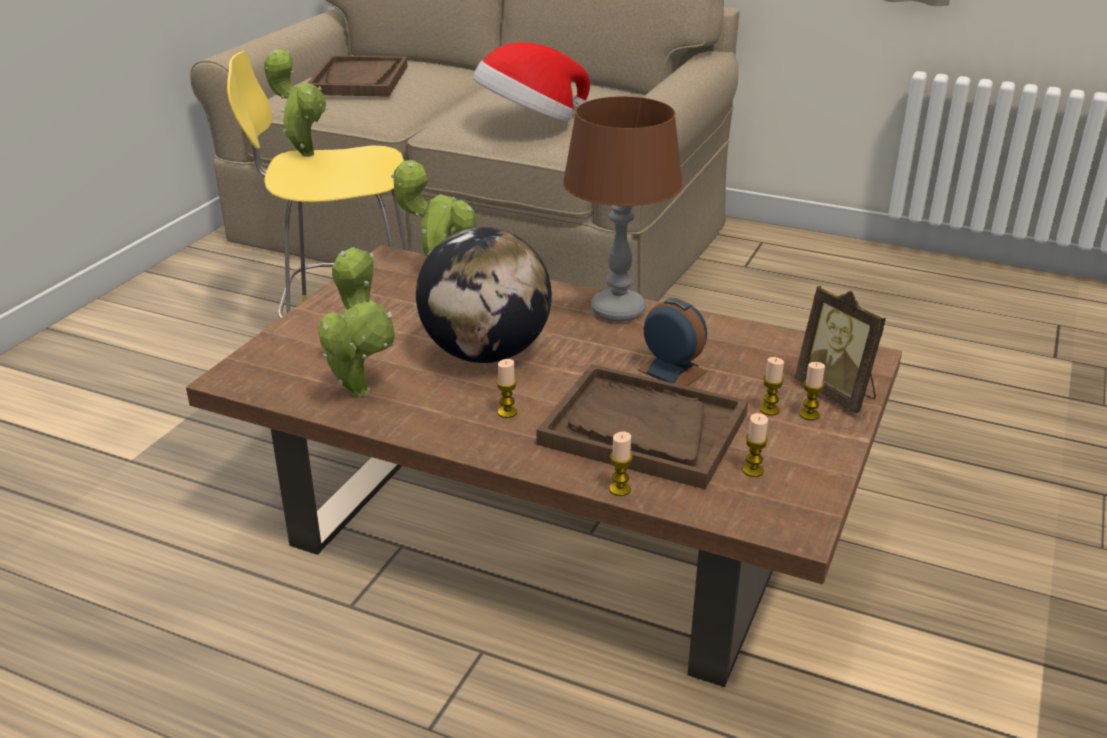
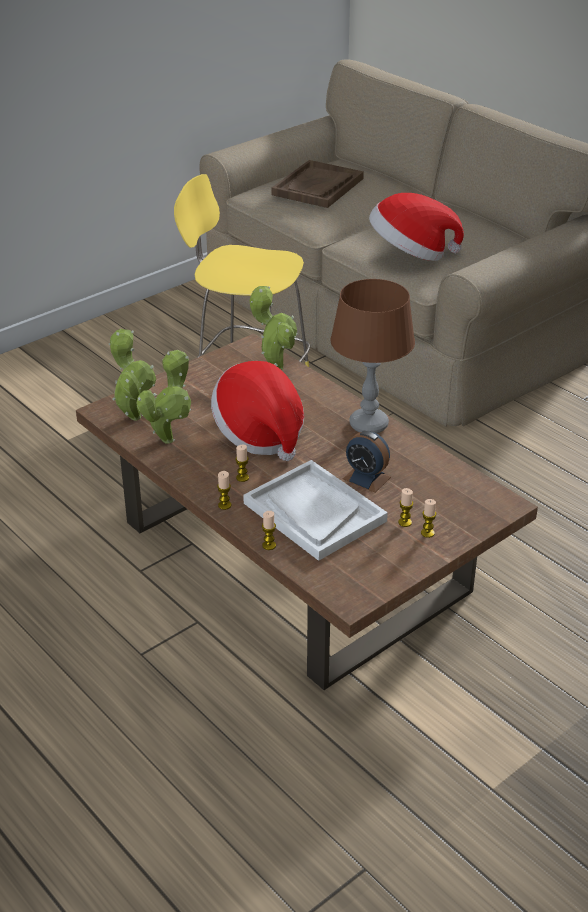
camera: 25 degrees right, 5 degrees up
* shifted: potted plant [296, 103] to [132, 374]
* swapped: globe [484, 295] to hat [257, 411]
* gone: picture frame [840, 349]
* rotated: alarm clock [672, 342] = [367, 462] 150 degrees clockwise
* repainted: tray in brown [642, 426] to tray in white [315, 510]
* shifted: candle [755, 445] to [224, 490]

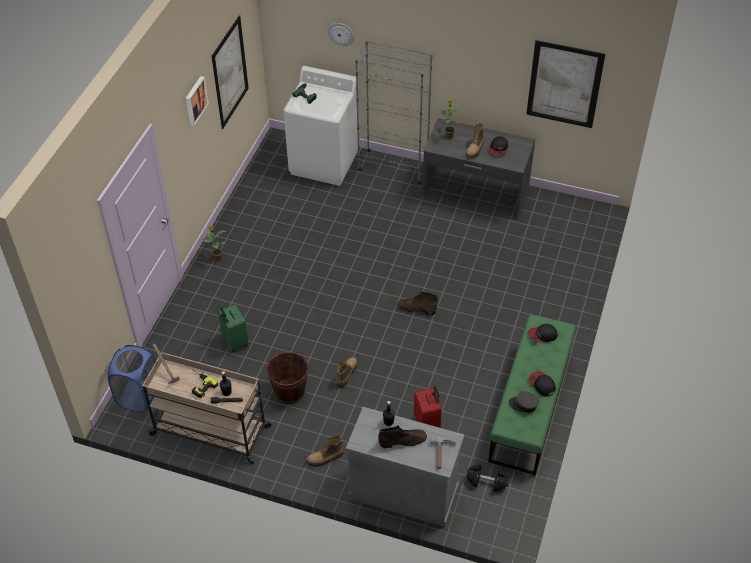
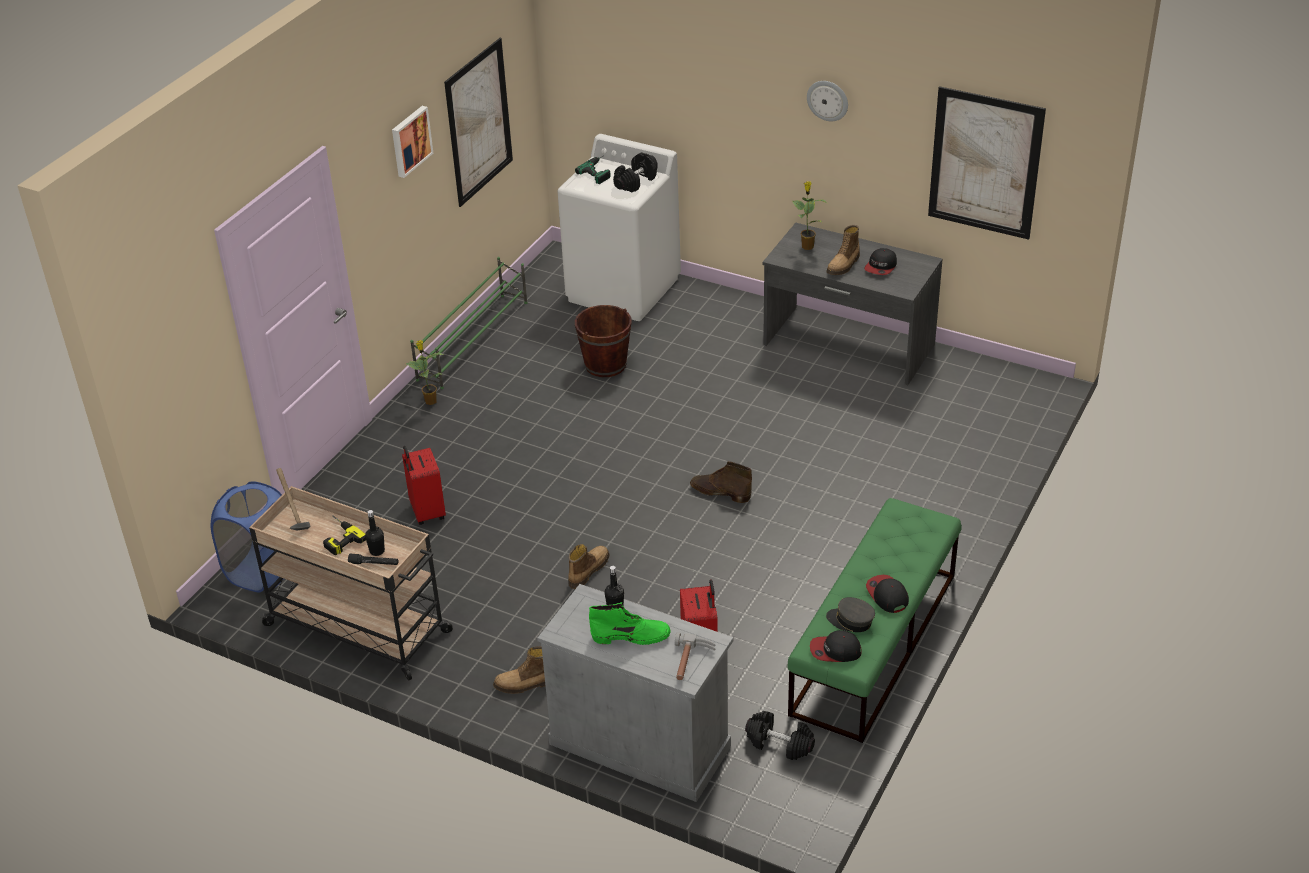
camera: 10 degrees right, 10 degrees down
* shifted: wall clock [341, 34] to [827, 101]
* gone: bookcase in grey [394, 112]
* repainted: suitcase in green [233, 328] to suitcase in red [424, 485]
* shifted: cap [543, 333] to [836, 646]
* shifted: bucket in brown [287, 378] to [603, 341]
* repainted: boot in brown [402, 436] to boot in green [630, 623]
* new: dumbbell in black [635, 172]
* new: shoe rack in green [469, 323]

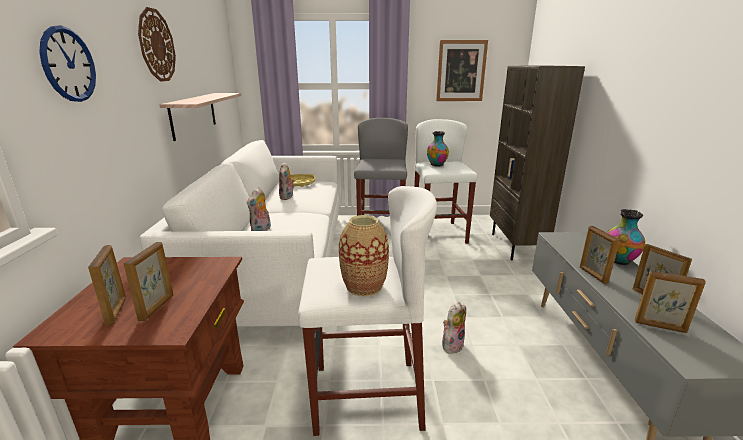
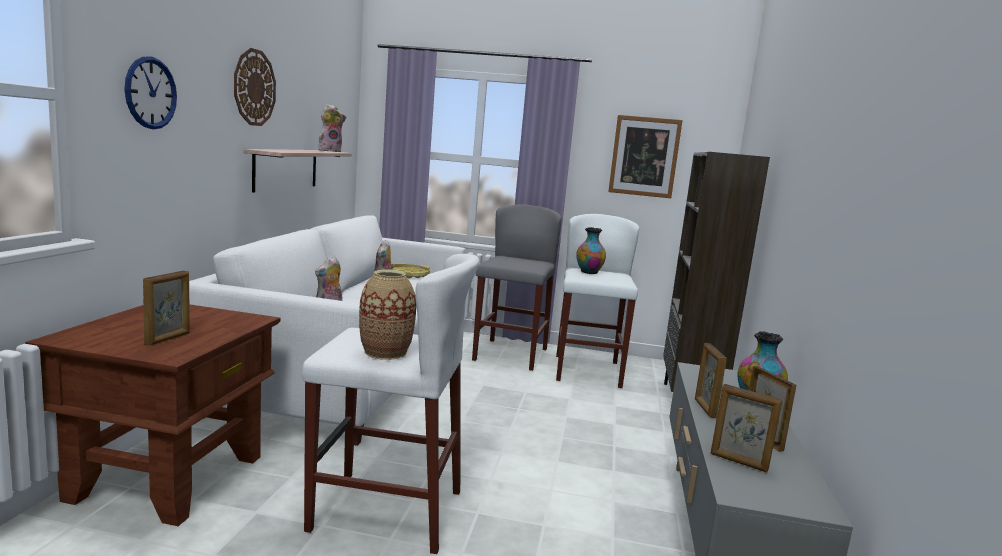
camera: 10 degrees right, 10 degrees down
* gone: picture frame [107, 285]
* shifted: plush toy [454, 328] to [332, 128]

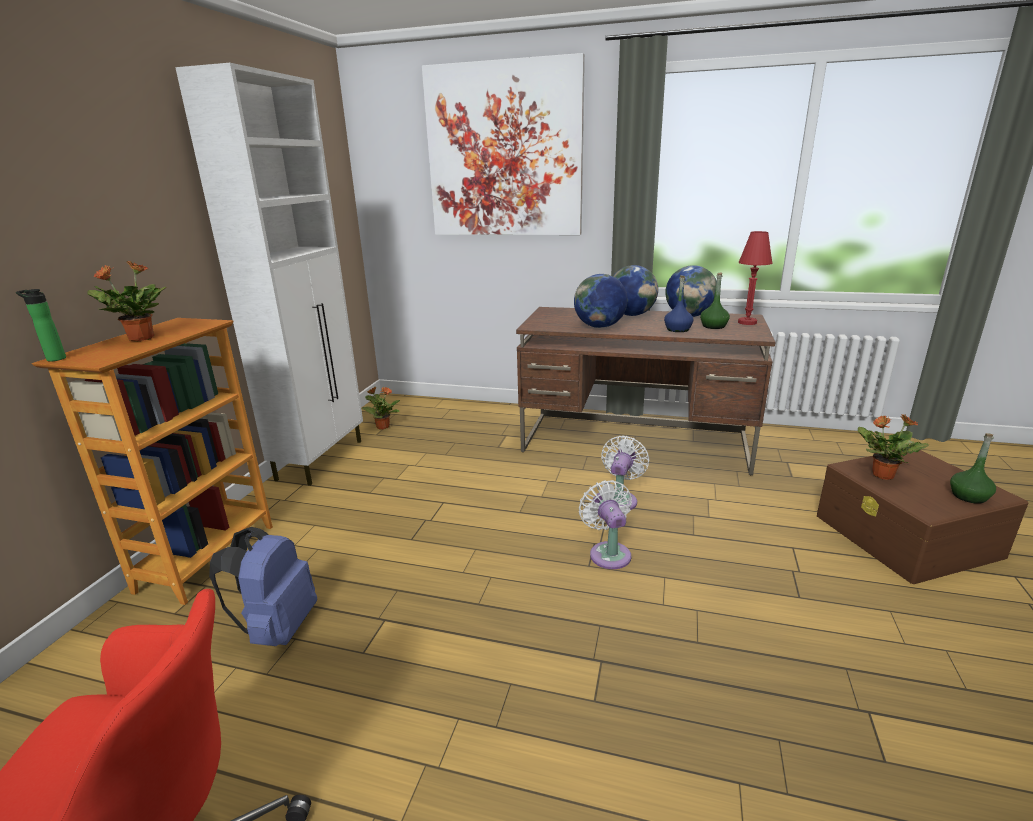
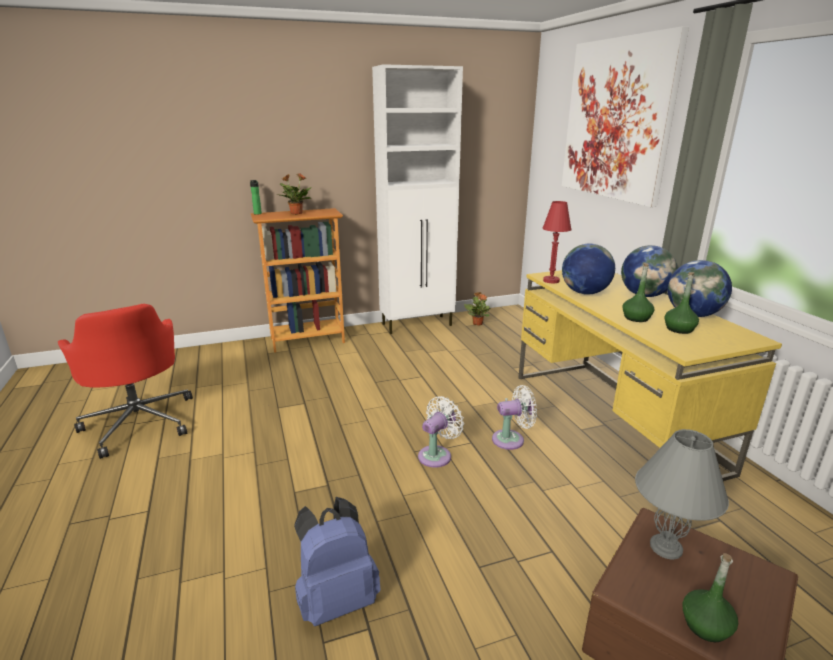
camera: 55 degrees right, 0 degrees up
* shifted: table lamp in red [755, 278] to [556, 242]
* repainted: bottle in blue [679, 303] to bottle in green [638, 292]
* repainted: desk in brown [646, 391] to desk in yellow [650, 375]
* swapped: potted plant [893, 447] to table lamp in grey [682, 494]
* shifted: backpack in blue [263, 586] to [337, 561]

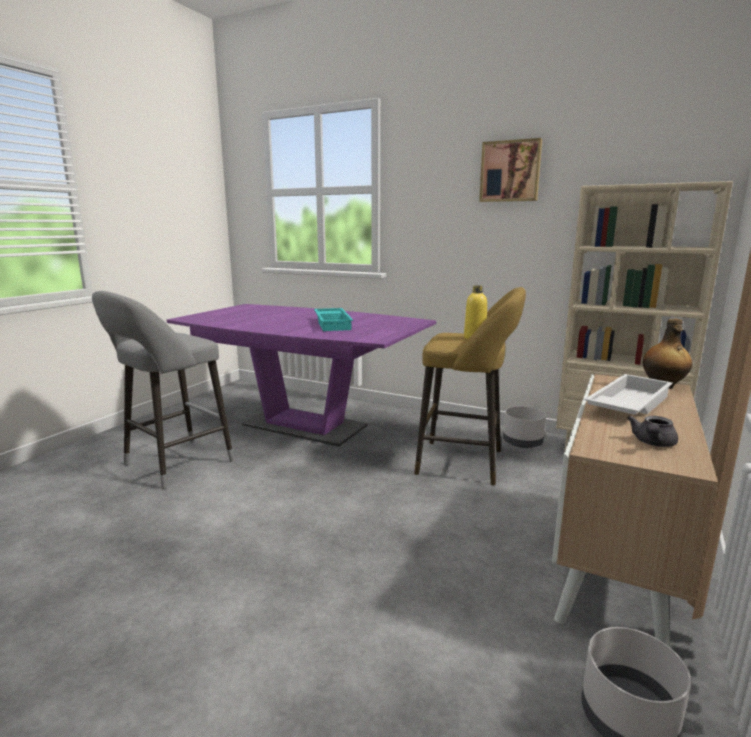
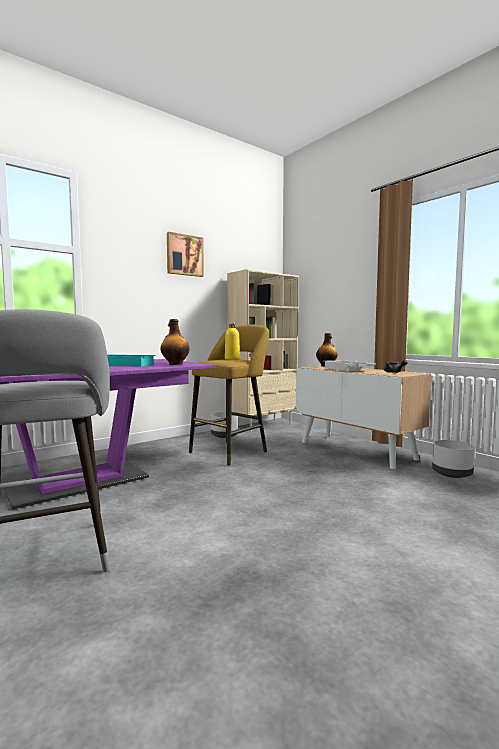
camera: 65 degrees left, 10 degrees down
* new: bottle [175, 342]

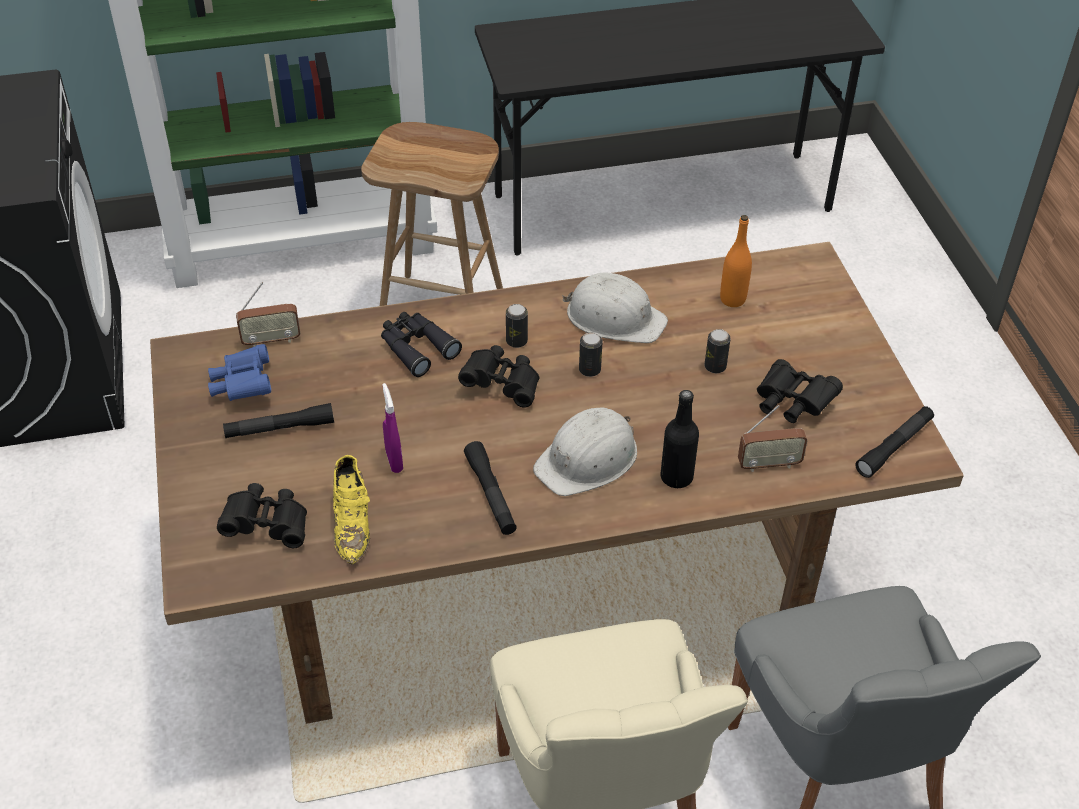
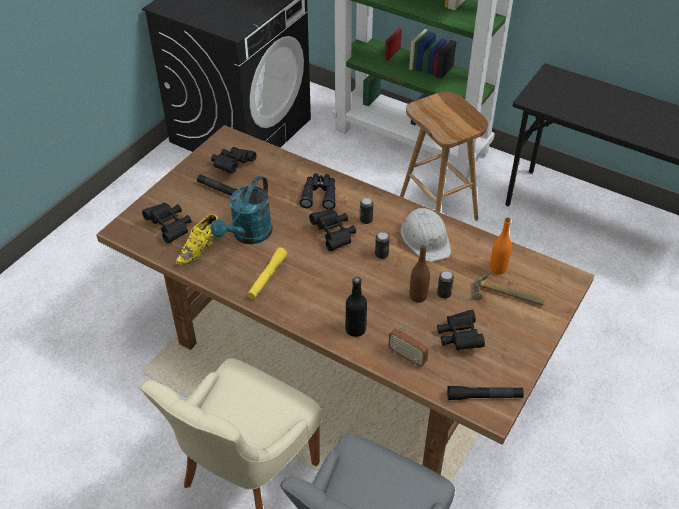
camera: 45 degrees right, 0 degrees up
* gone: radio [268, 314]
* repainted: binoculars in blue [239, 372] to binoculars in black [233, 160]
* swapped: spray bottle in purple [392, 428] to watering can in turquoise [242, 210]
* gone: hard hat in white [585, 451]
* repainted: flashlight in black [490, 488] to flashlight in yellow [267, 273]
* new: bottle in brown [420, 274]
* new: hammer [508, 288]

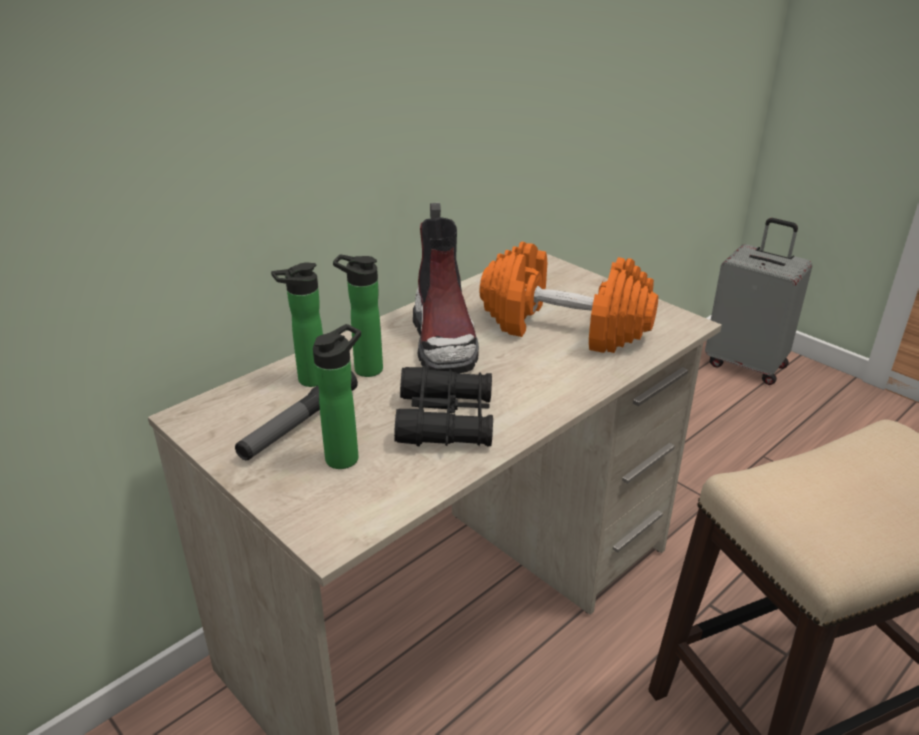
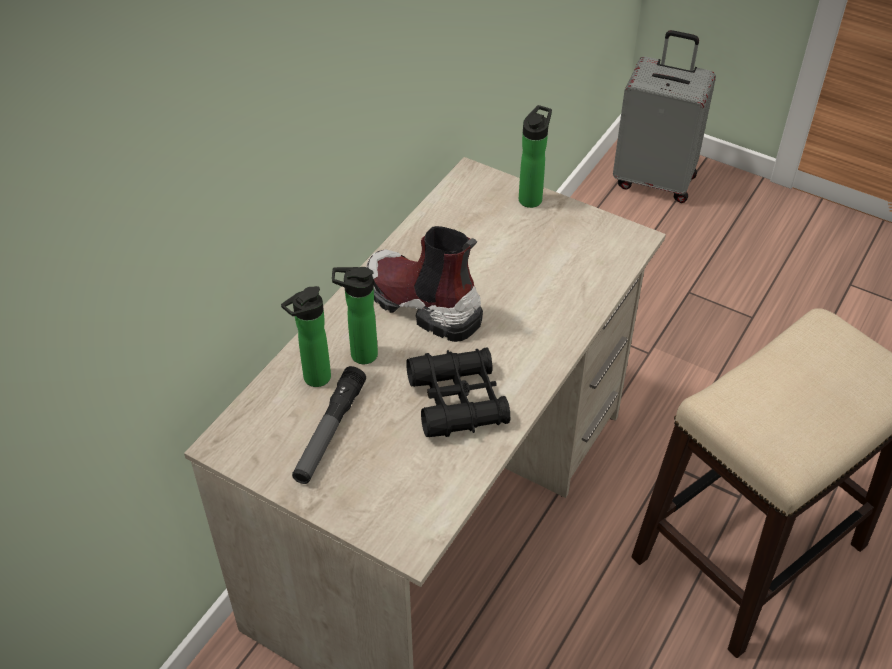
camera: 15 degrees left, 15 degrees up
* rotated: boot [446, 288] = [424, 284] 150 degrees clockwise
* gone: dumbbell in orange [568, 297]
* shifted: bottle [337, 396] to [535, 156]

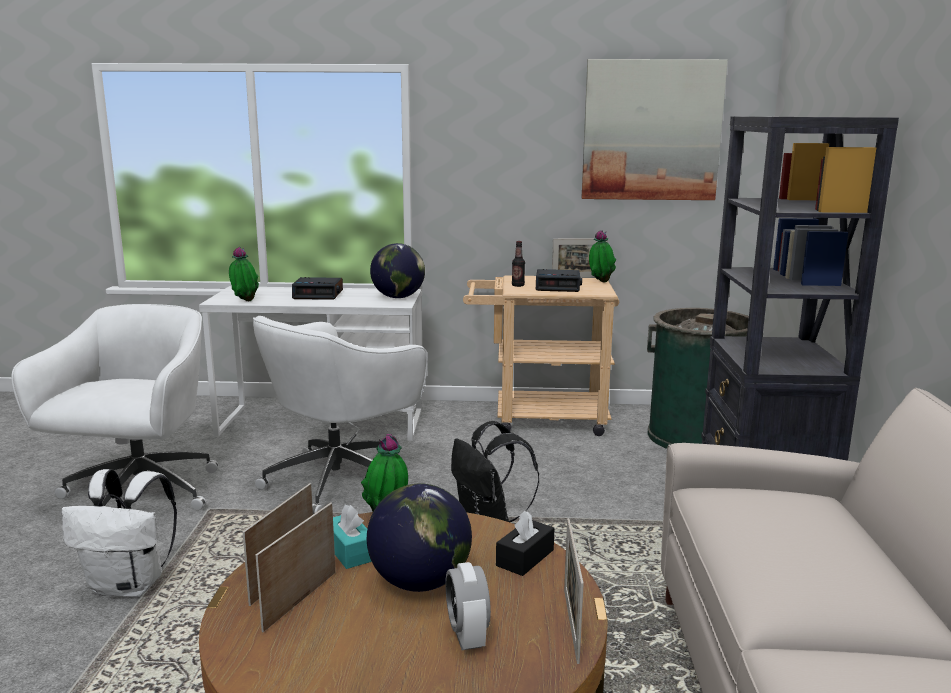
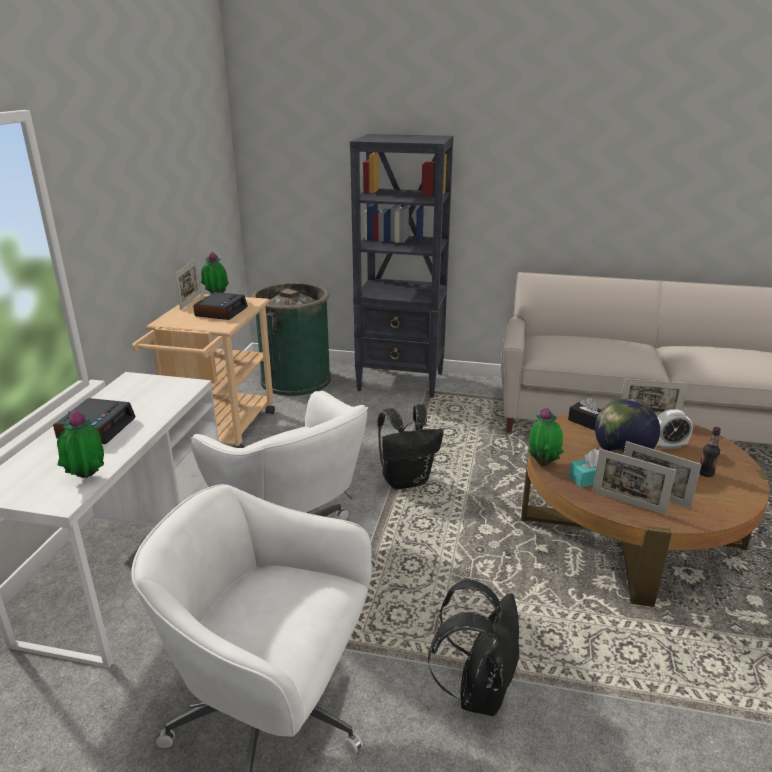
camera: 80 degrees left, 10 degrees up
* gone: picture [654, 129]
* shifted: bottle [518, 264] to [710, 452]
* gone: globe [397, 270]
* repainted: backpack in white [119, 533] to backpack in black [474, 647]

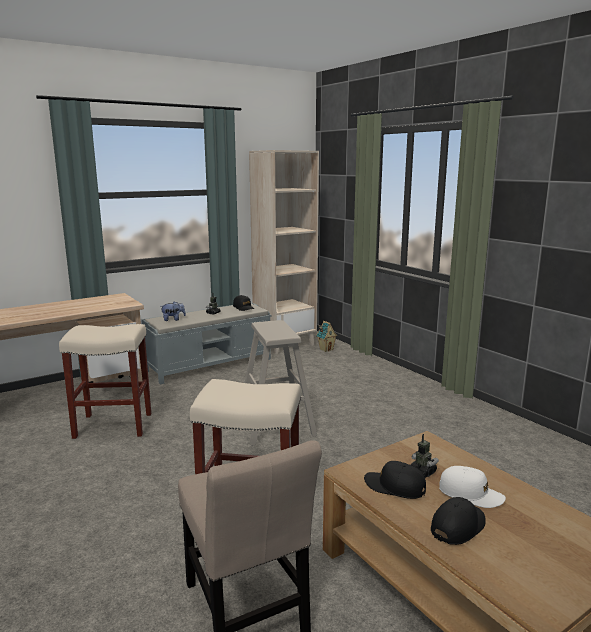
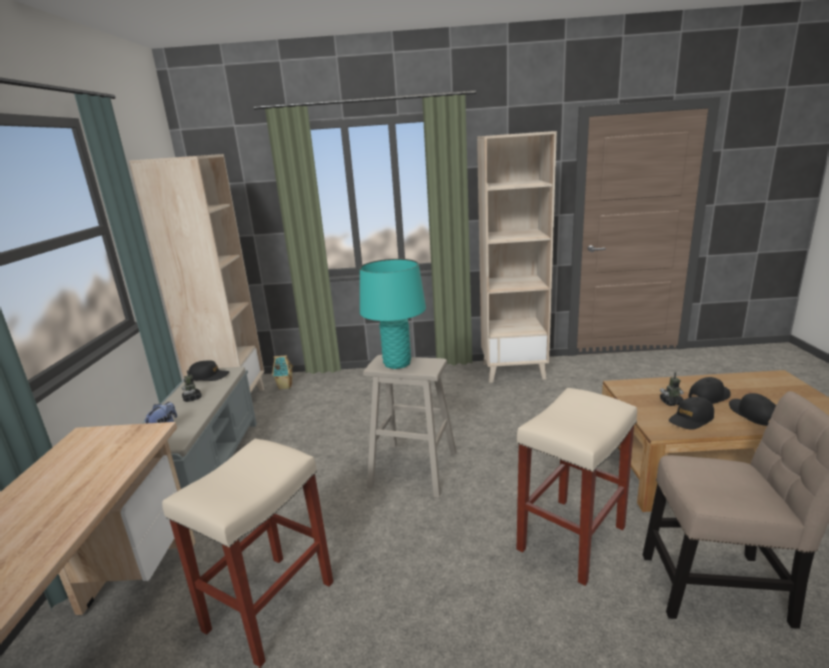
camera: 55 degrees left, 5 degrees up
* repainted: cap in white [472, 487] to cap in black [709, 390]
* new: bookcase in beige [517, 257]
* new: table lamp in turquoise [393, 314]

